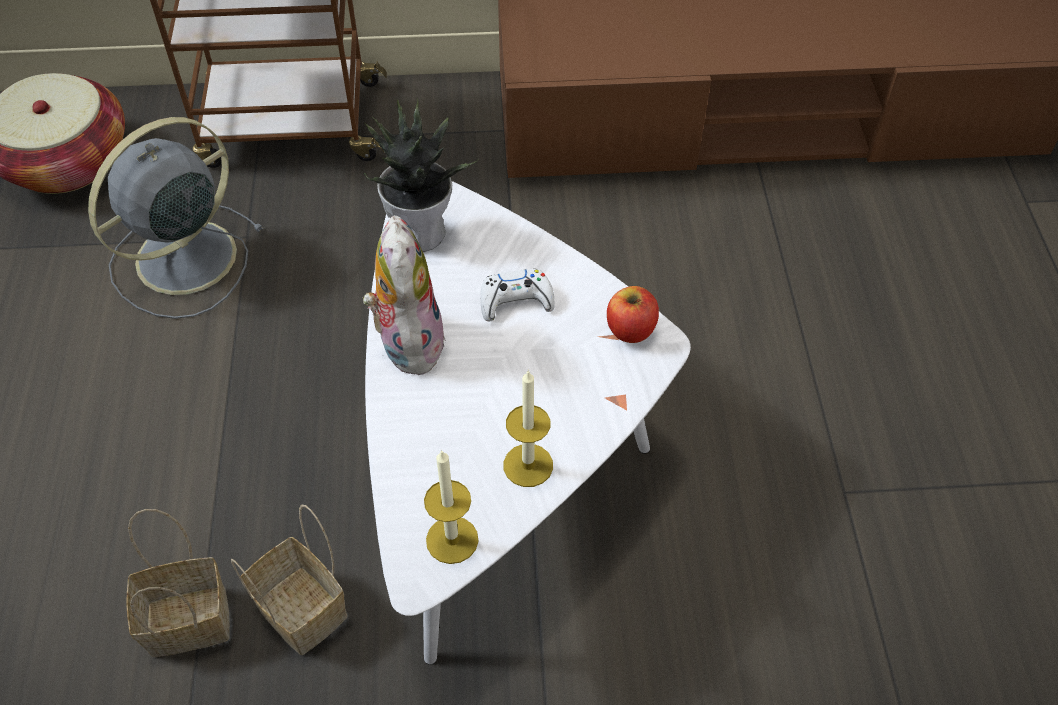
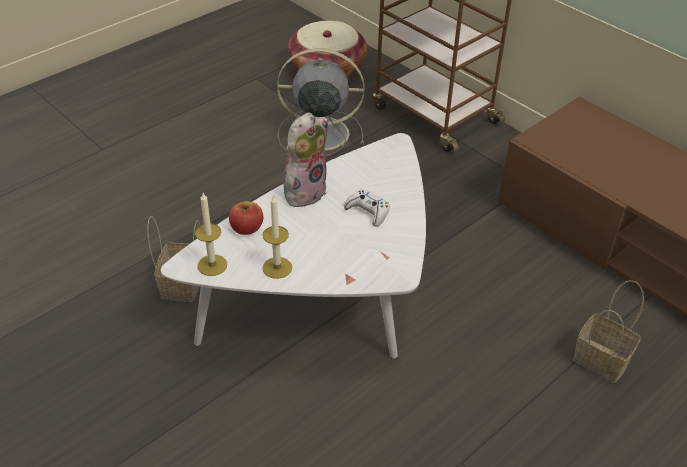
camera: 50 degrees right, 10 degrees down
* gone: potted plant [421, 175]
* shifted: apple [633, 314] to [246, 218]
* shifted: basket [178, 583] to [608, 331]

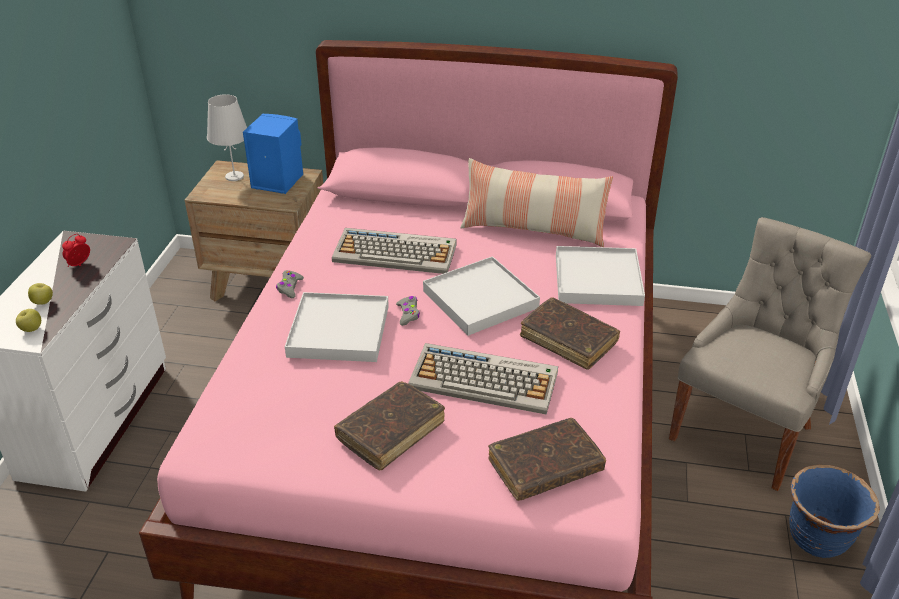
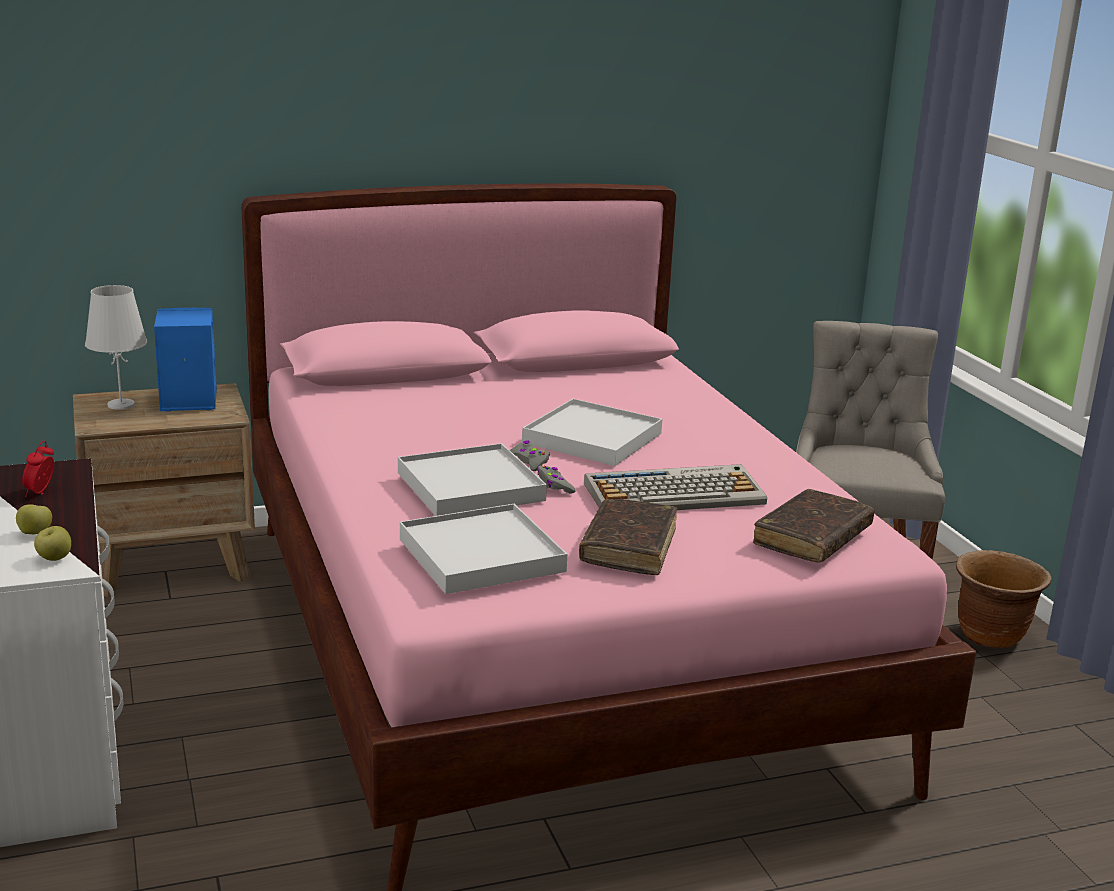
camera: 30 degrees left, 15 degrees down
* gone: pillow [537, 202]
* gone: keyboard [394, 251]
* shifted: tray in white [600, 276] to [483, 549]
* shifted: game controller in grey [290, 284] to [556, 480]
* gone: book in brown [570, 333]
* repainted: planter in blue [834, 511] to planter in brown [1003, 599]

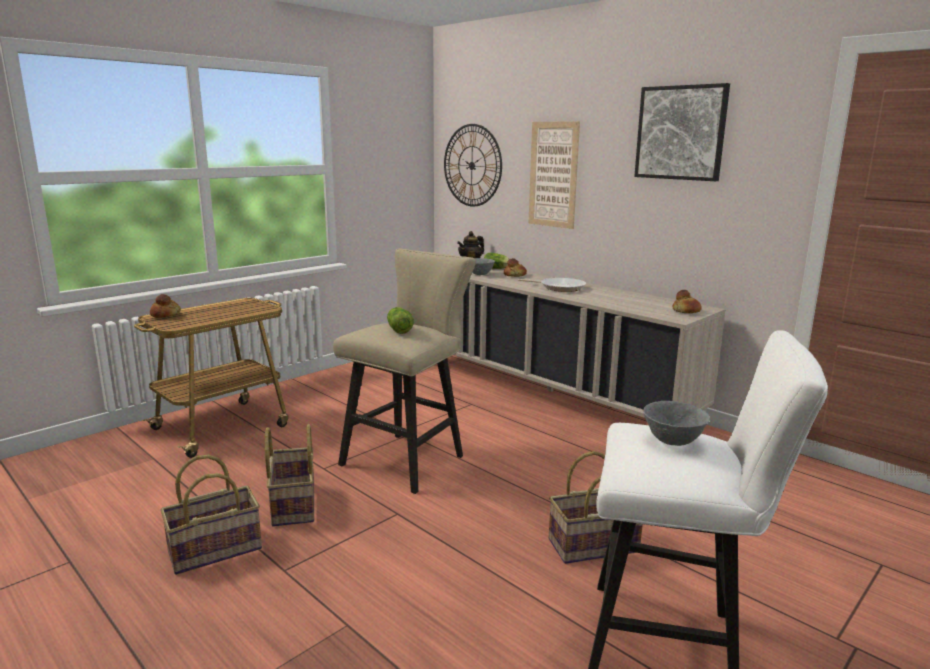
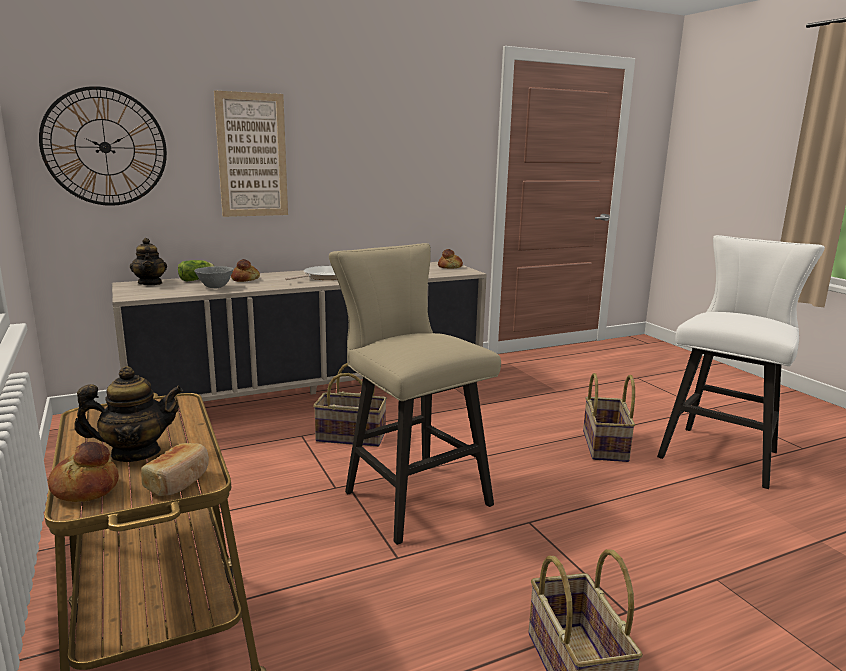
camera: 70 degrees left, 0 degrees up
* gone: picture [682, 132]
* gone: lettuce [400, 320]
* gone: bowl in grey [676, 423]
* shifted: basket [289, 475] to [350, 405]
* new: teapot [128, 414]
* new: bread [175, 469]

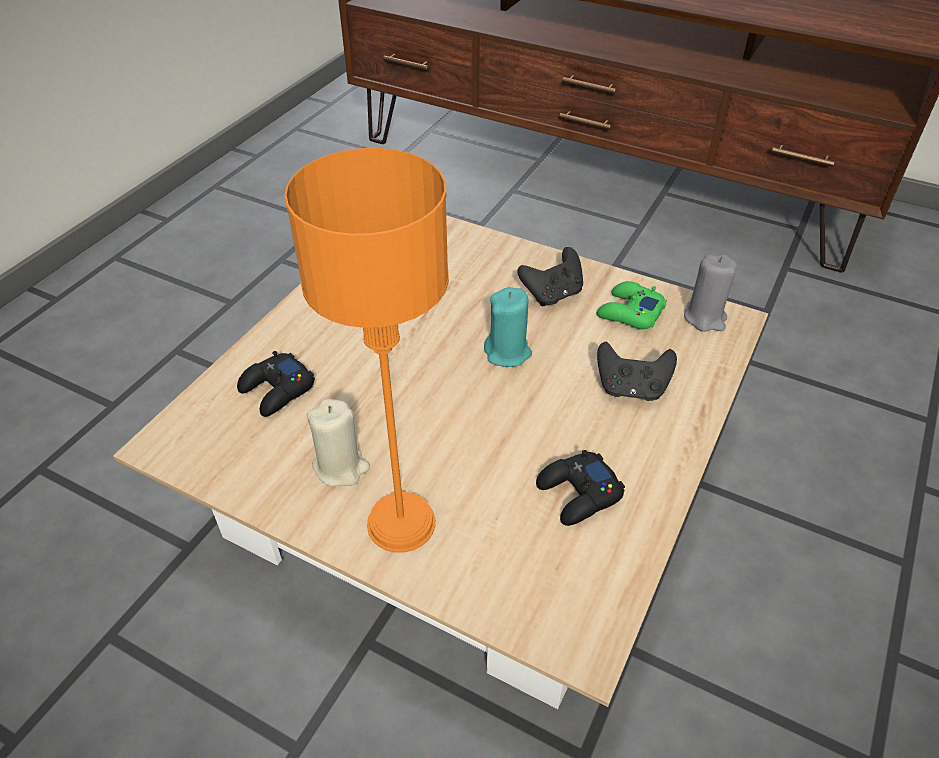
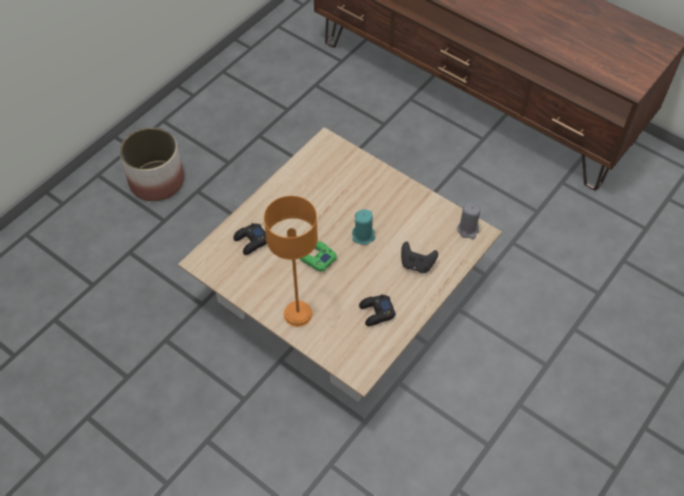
camera: 10 degrees right, 10 degrees up
* gone: game controller in black [550, 277]
* shifted: game controller in green [631, 305] to [318, 256]
* gone: candle in beige [338, 442]
* new: planter [152, 164]

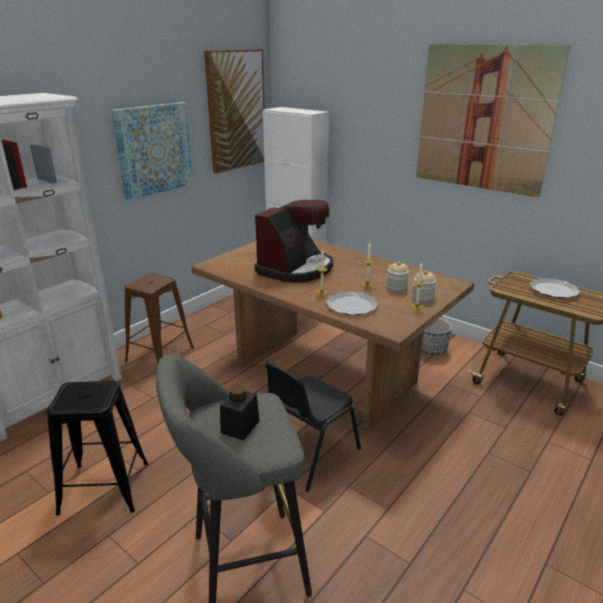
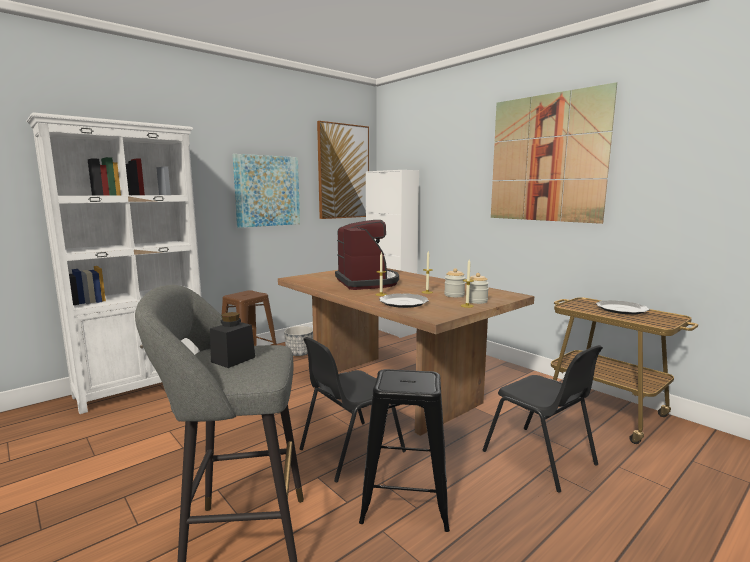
camera: 10 degrees right, 15 degrees down
* rotated: coffee machine [293, 241] = [367, 255] 60 degrees counterclockwise
* shifted: planter [436, 336] to [298, 341]
* shifted: stool in black [97, 448] to [404, 450]
* new: chair in black [543, 418]

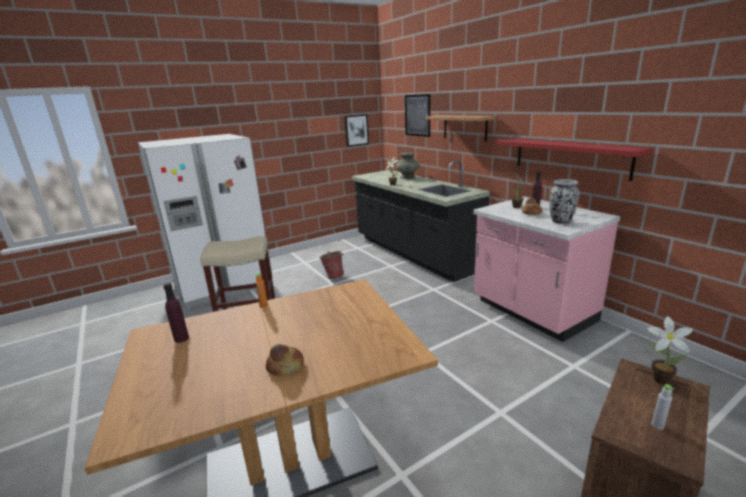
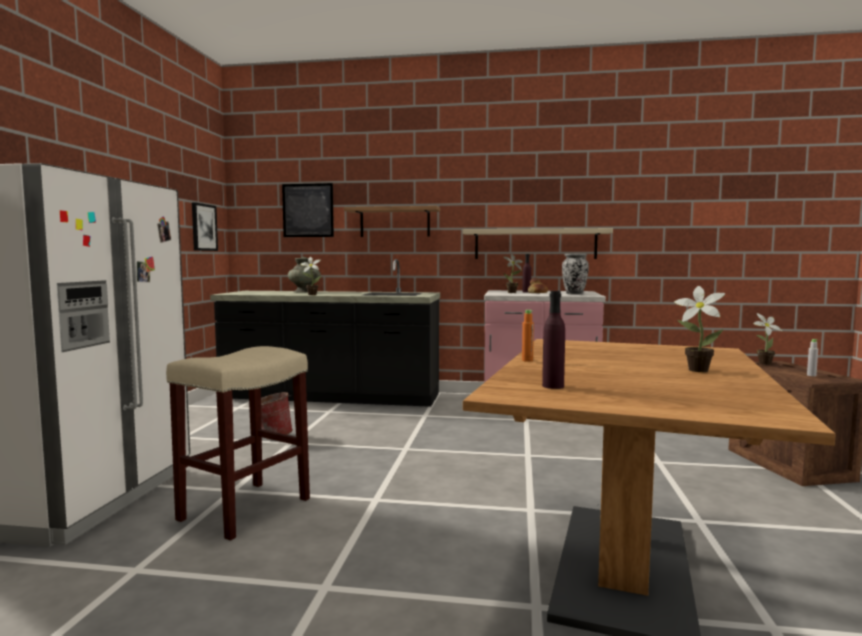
camera: 50 degrees left, 15 degrees down
* repainted: shelf in red [574, 159] to shelf in beige [538, 243]
* swapped: bread [285, 360] to potted plant [699, 329]

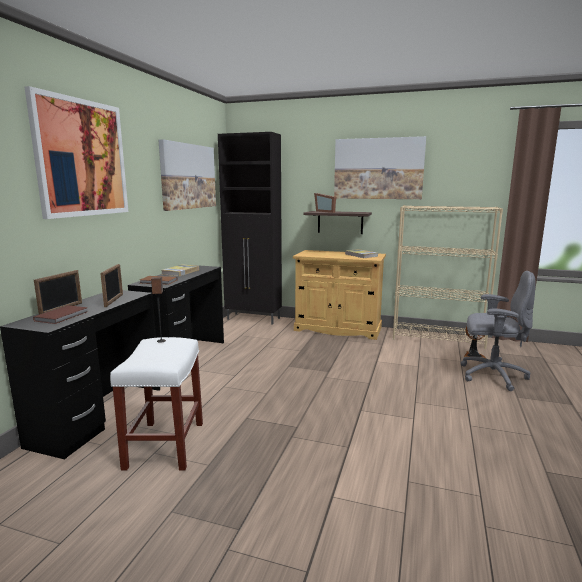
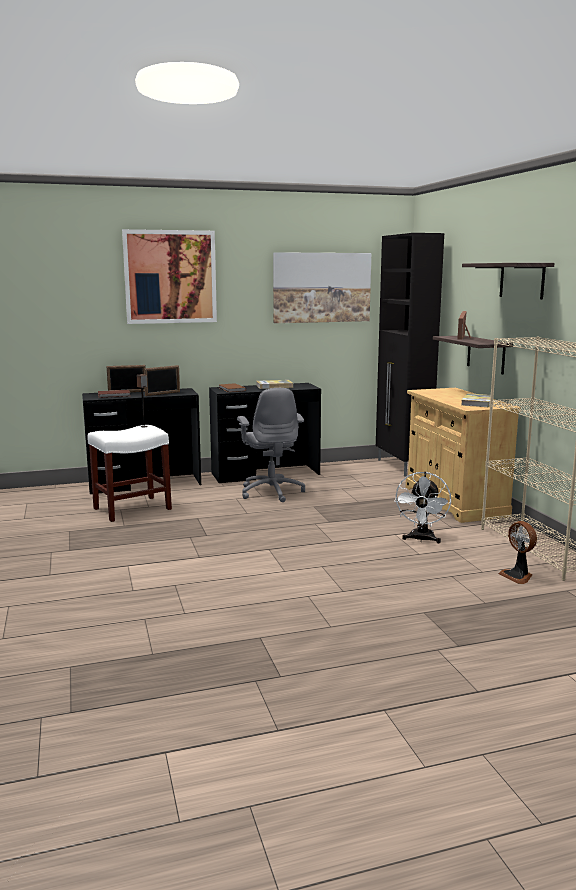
camera: 55 degrees right, 0 degrees up
* swapped: picture [380, 167] to shelf [508, 281]
* shifted: office chair in grey [497, 331] to [271, 445]
* new: fan in white [422, 507]

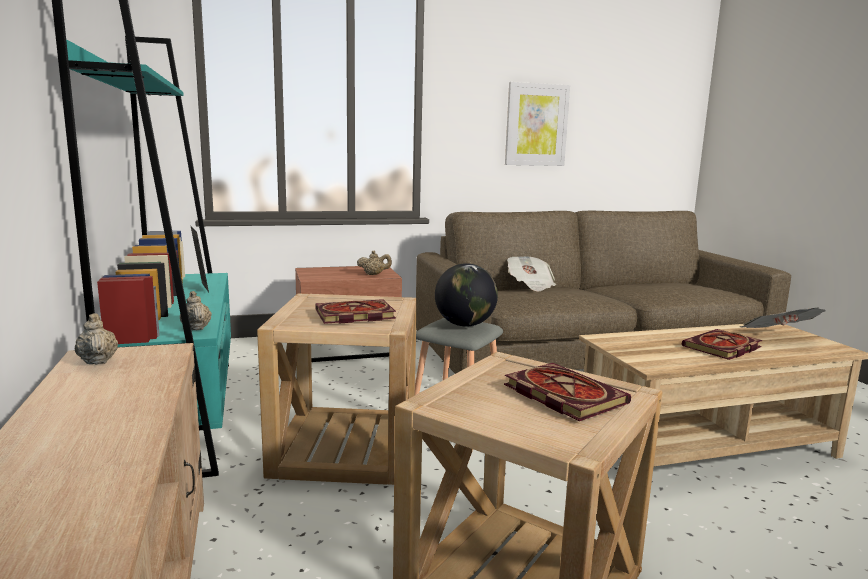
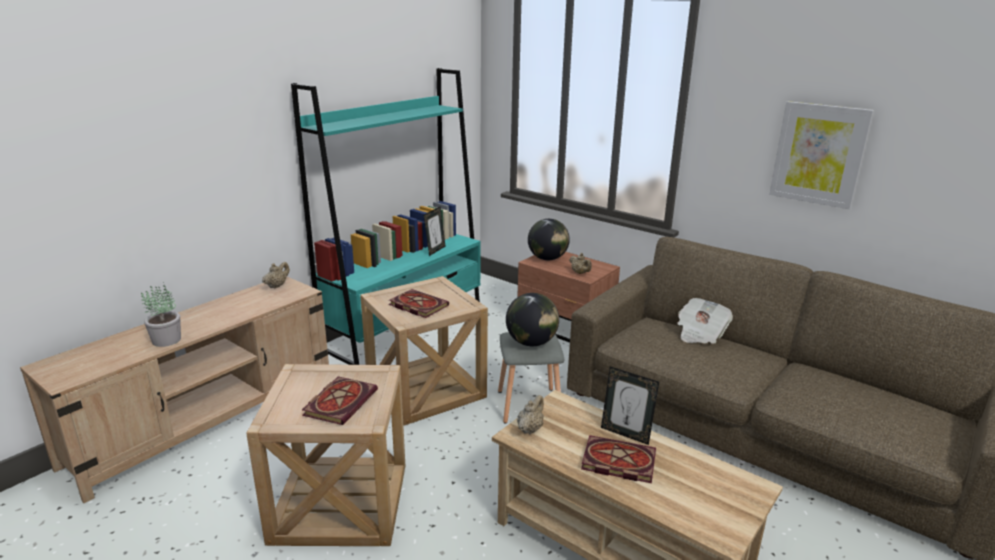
camera: 55 degrees right, 10 degrees up
* shifted: teapot in beige [196, 310] to [530, 414]
* gone: newspaper [783, 318]
* new: globe [549, 239]
* new: potted plant [161, 314]
* new: picture frame [630, 405]

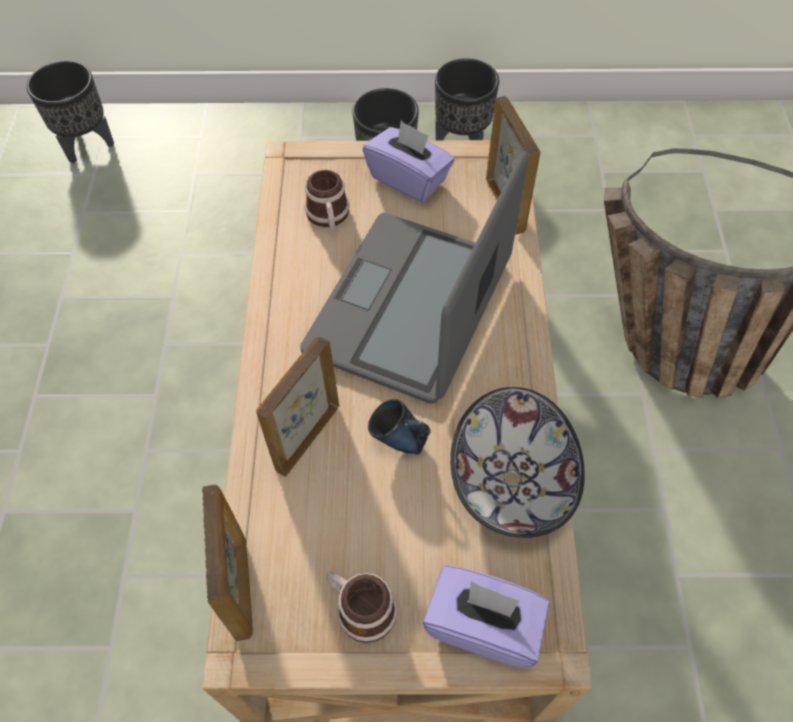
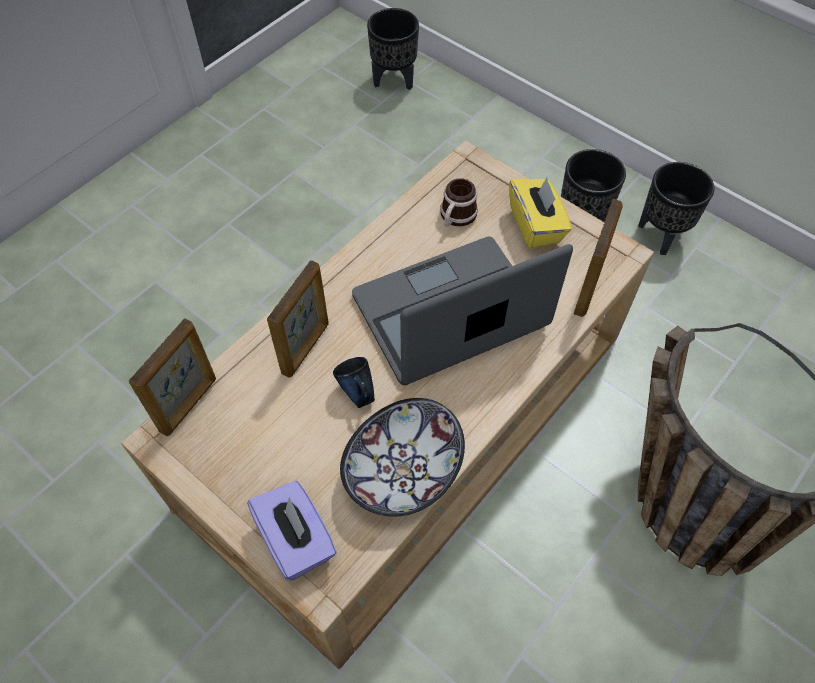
camera: 40 degrees right, 0 degrees up
* repainted: tissue box in purple [408, 161] to tissue box in yellow [540, 213]
* rotated: picture frame [298, 406] = [298, 318] 135 degrees clockwise
* gone: mug [361, 607]

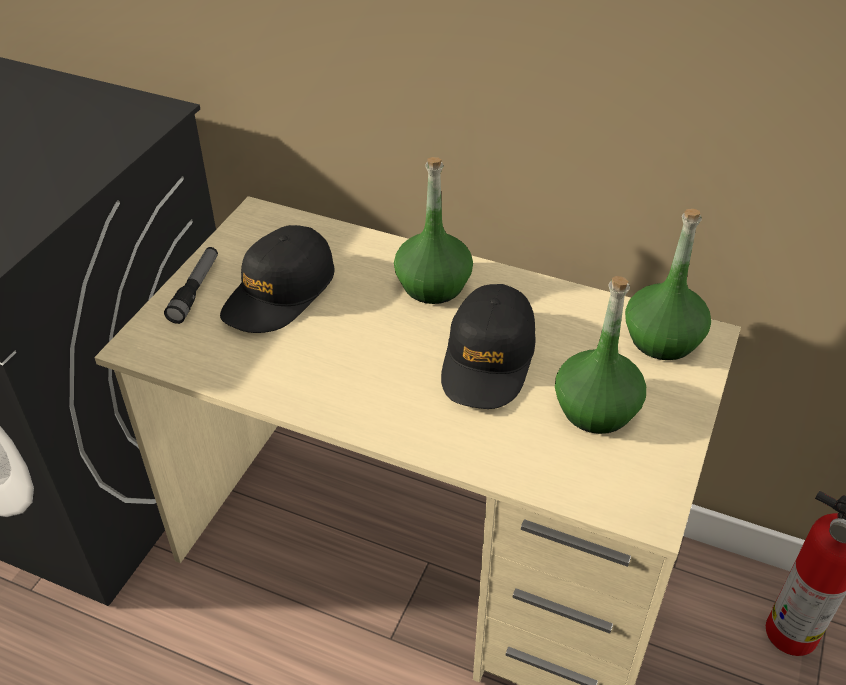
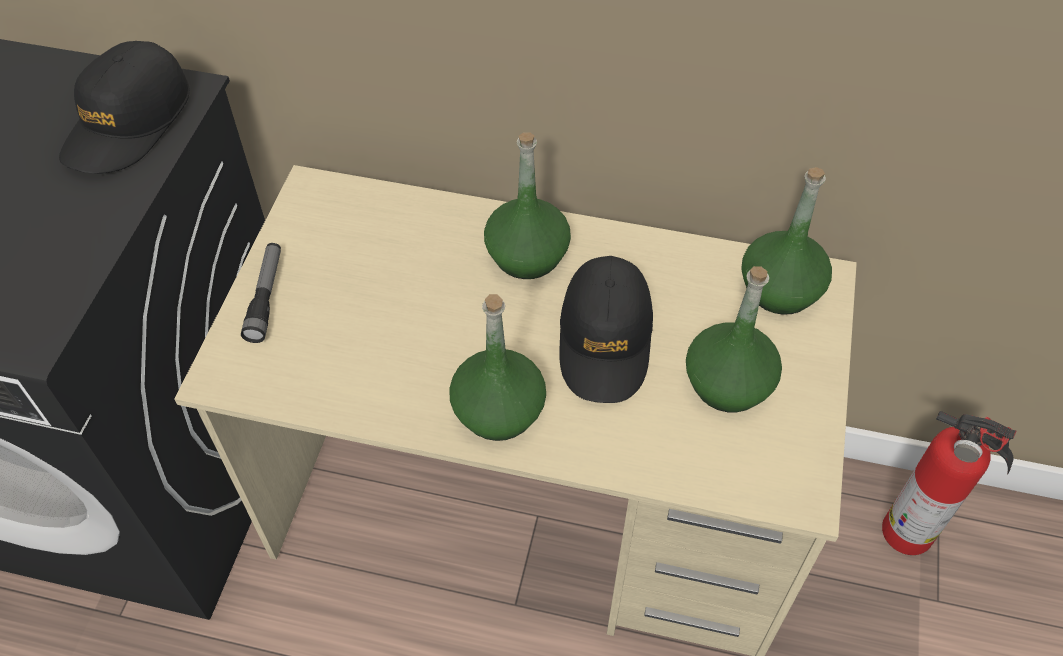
camera: 10 degrees left, 10 degrees up
* shifted: cap in black [277, 279] to [124, 107]
* new: bottle in green [497, 367]

